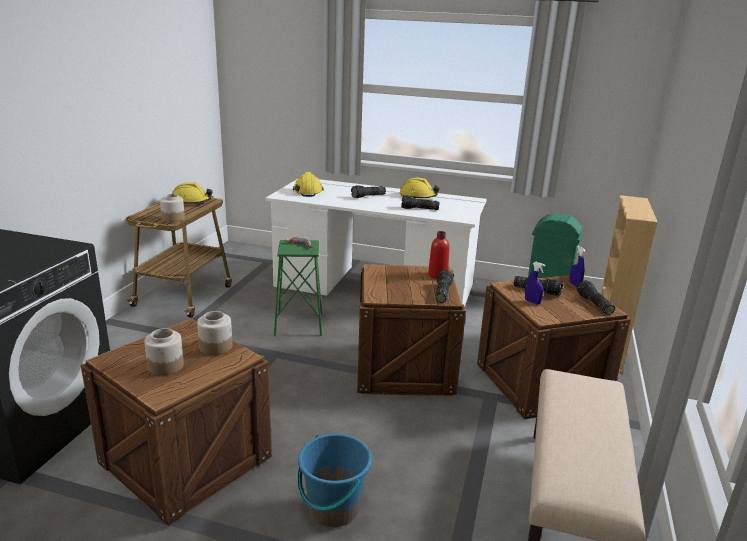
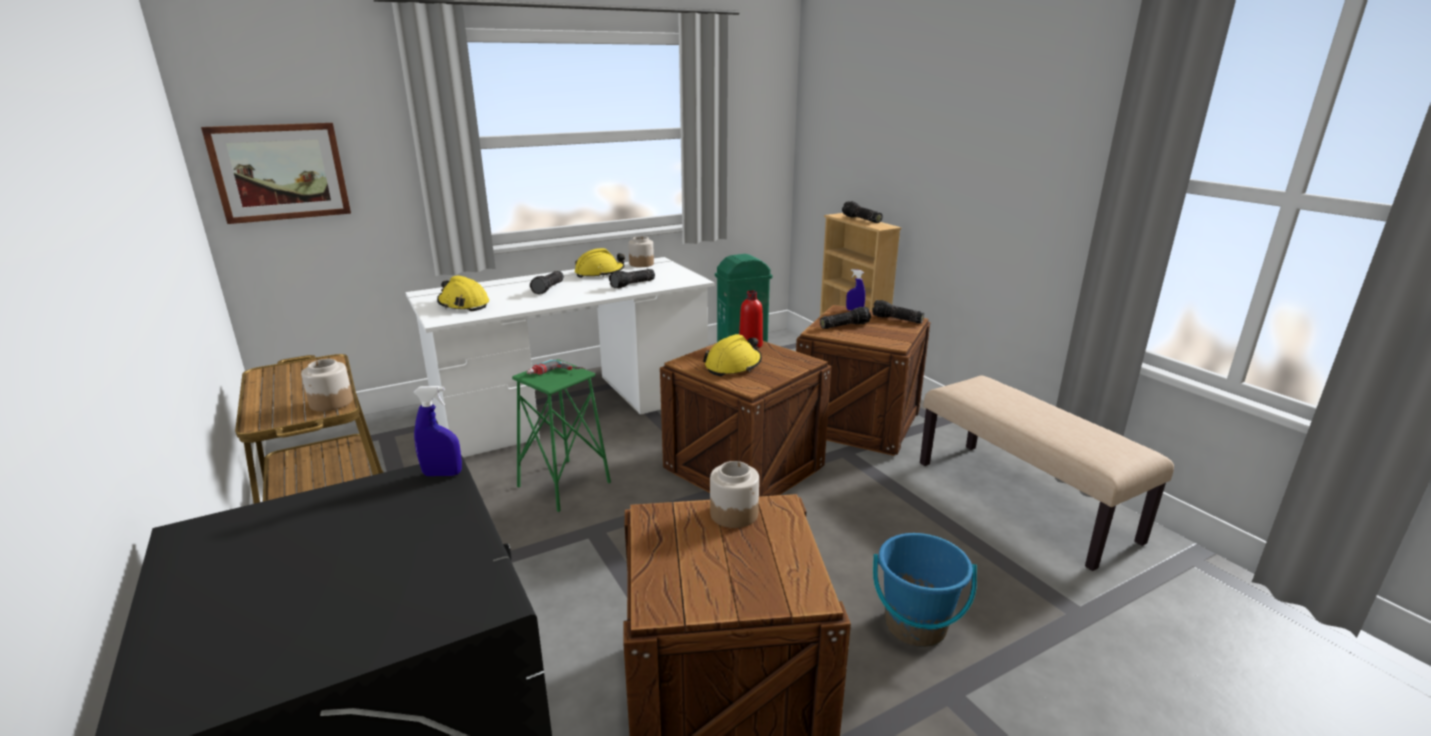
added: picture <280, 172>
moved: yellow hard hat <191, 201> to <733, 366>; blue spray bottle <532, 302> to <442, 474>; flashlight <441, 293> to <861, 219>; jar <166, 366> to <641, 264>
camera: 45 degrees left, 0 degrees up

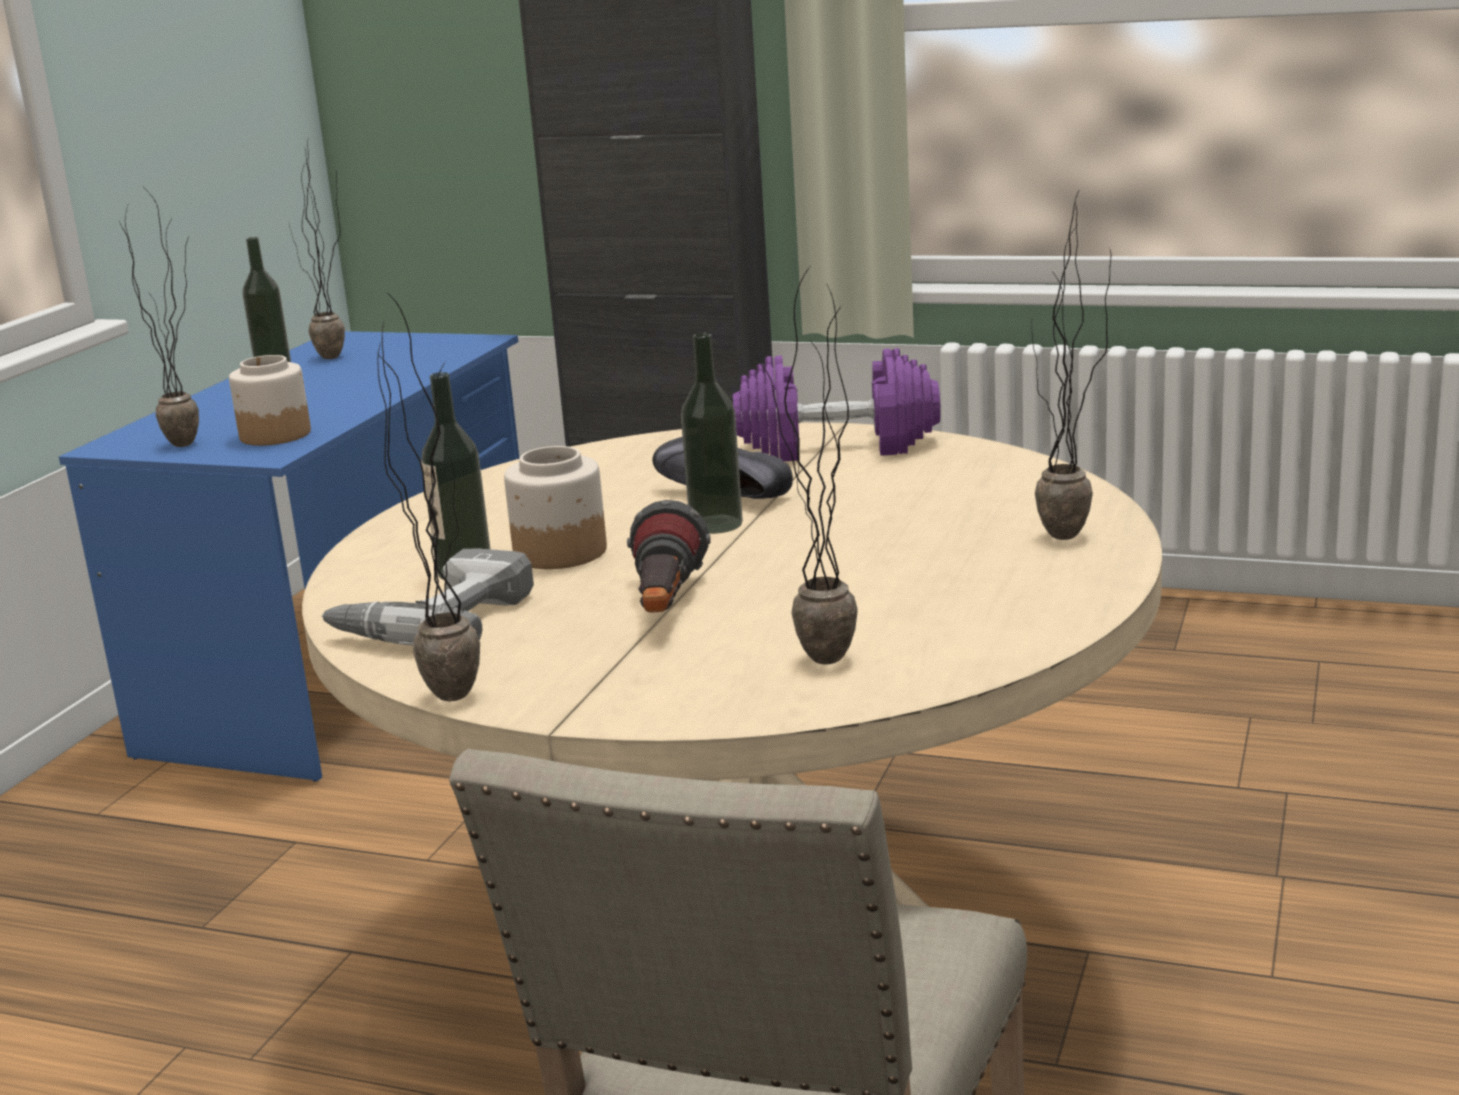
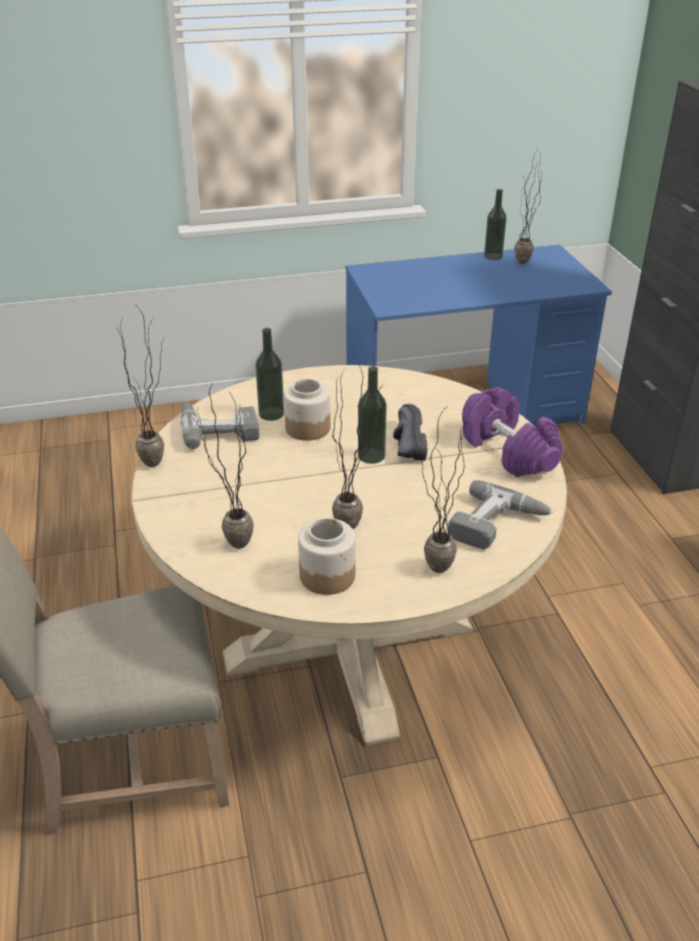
removed: flashlight <666, 607>
added: power drill <497, 526>
moved: potted plant <194, 441> to <357, 528>; jar <275, 435> to <327, 575>
camera: 55 degrees right, 15 degrees up

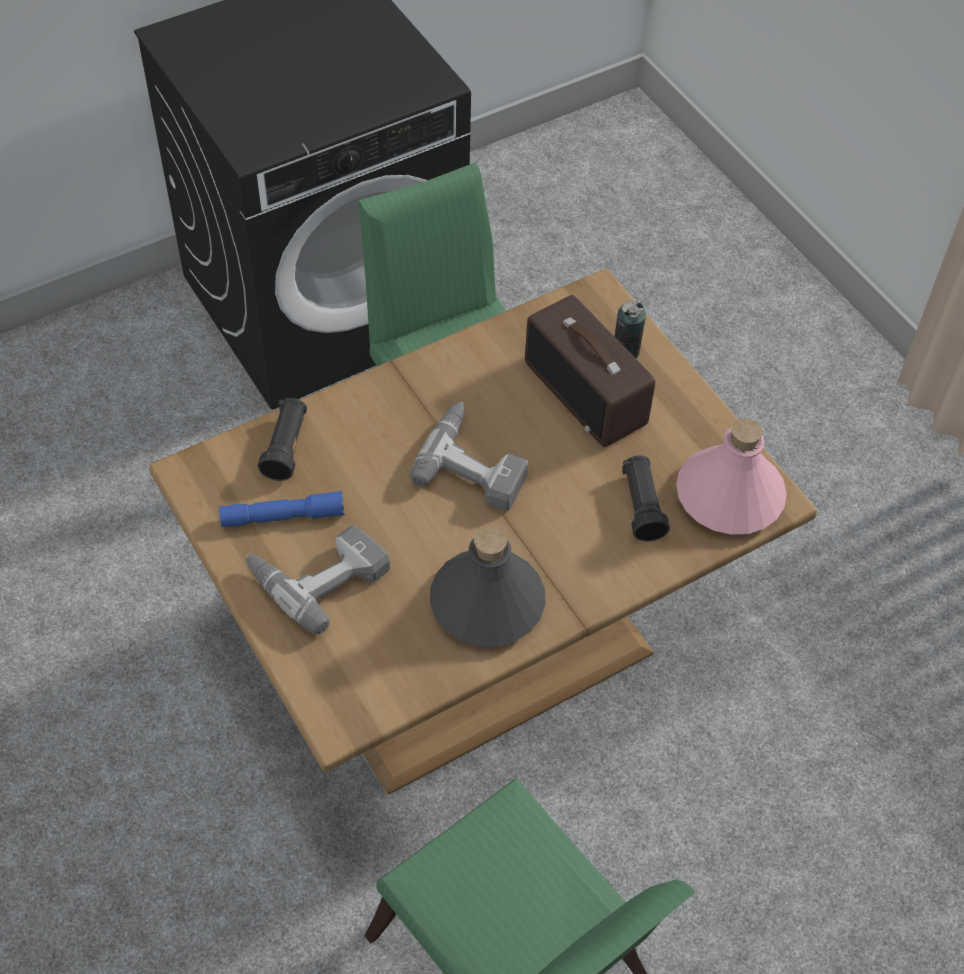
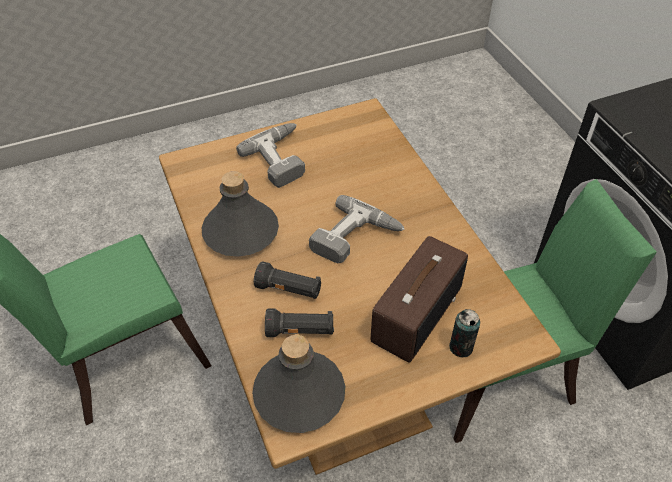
removed: blue flashlight <283, 517>
moved: black flashlight <286, 447> to <289, 290>
recoloured: pink bottle <730, 496> to grey bottle <298, 395>
turned: radio <587, 393> = <416, 313> 150 degrees clockwise
camera: 100 degrees right, 5 degrees down

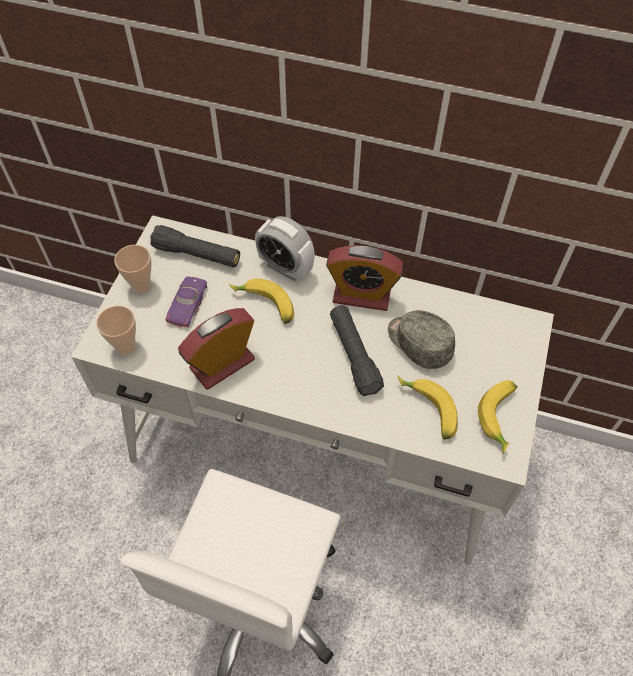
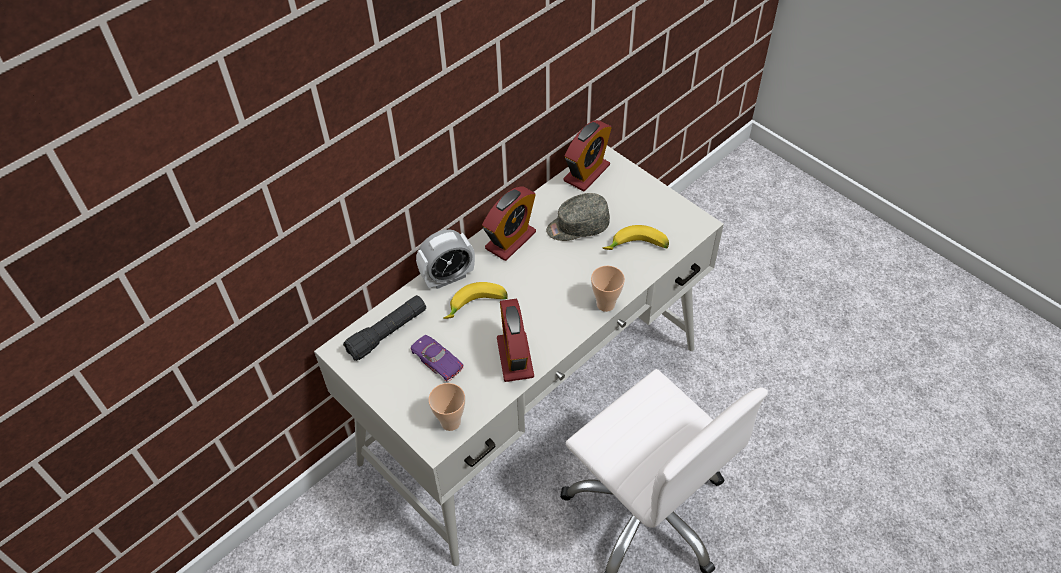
removed: black flashlight <354, 355>; banana <501, 418>
added: alarm clock <586, 173>
moved: cup <141, 285> to <605, 304>
camera: 60 degrees left, 5 degrees down

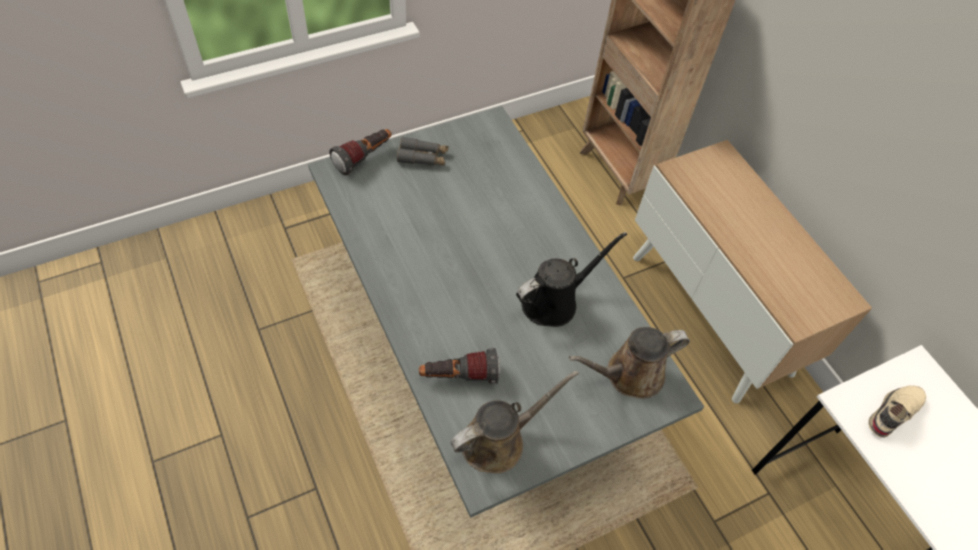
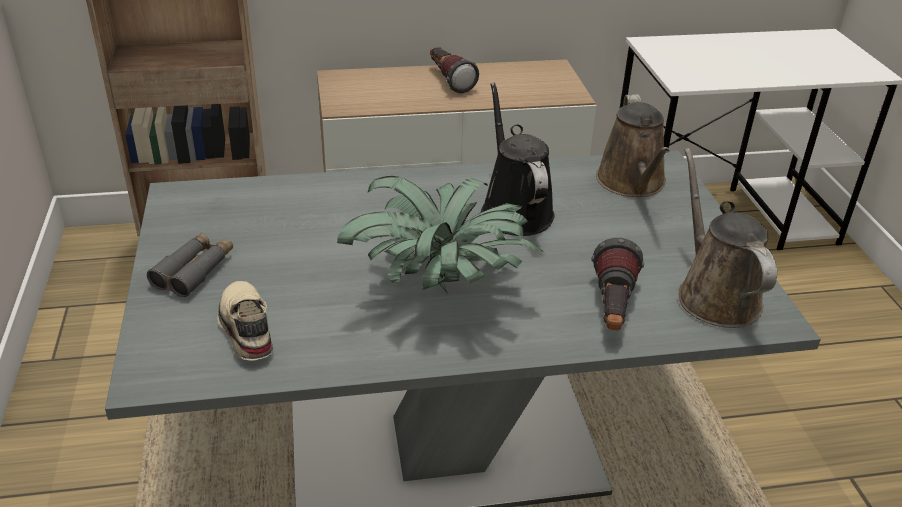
added: potted plant <442, 286>
moved: flashlight <364, 158> to <448, 80>; beige shoe <892, 412> to <245, 329>
camera: 70 degrees left, 20 degrees down

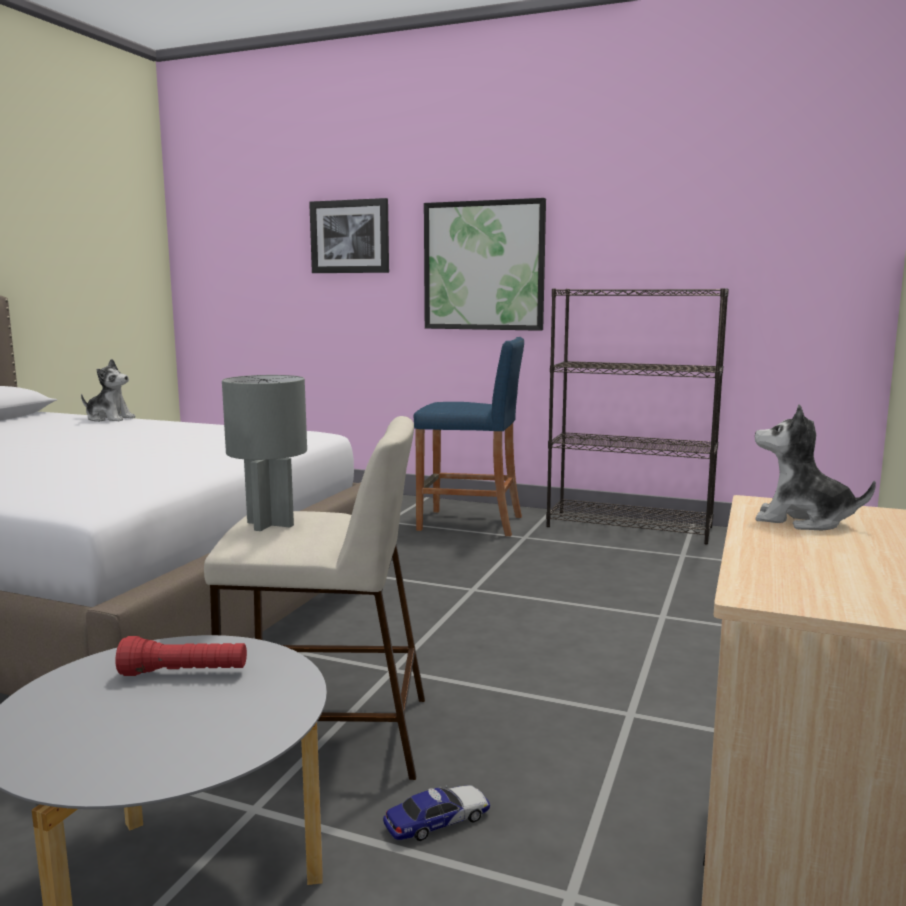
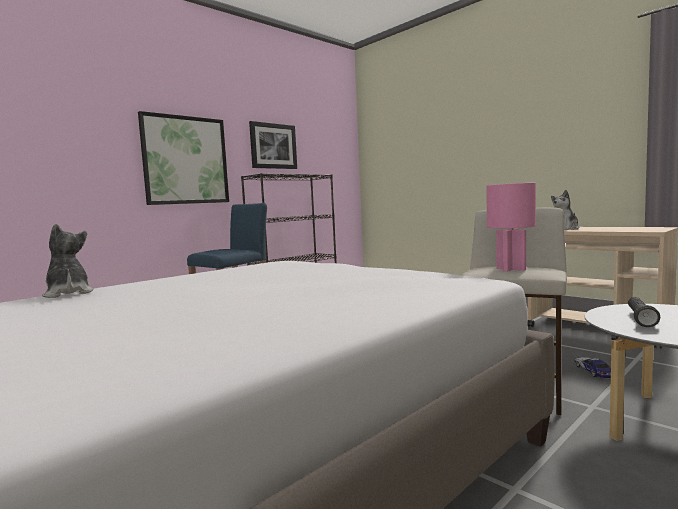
moved: picture <350, 236> to <273, 146>
recoloured: grey table lamp <269, 524> to pink table lamp <511, 269>; red flashlight <184, 673> to black flashlight <640, 319>
turned: plush toy <109, 419> = <68, 293> 75 degrees counterclockwise
camera: 65 degrees left, 5 degrees down

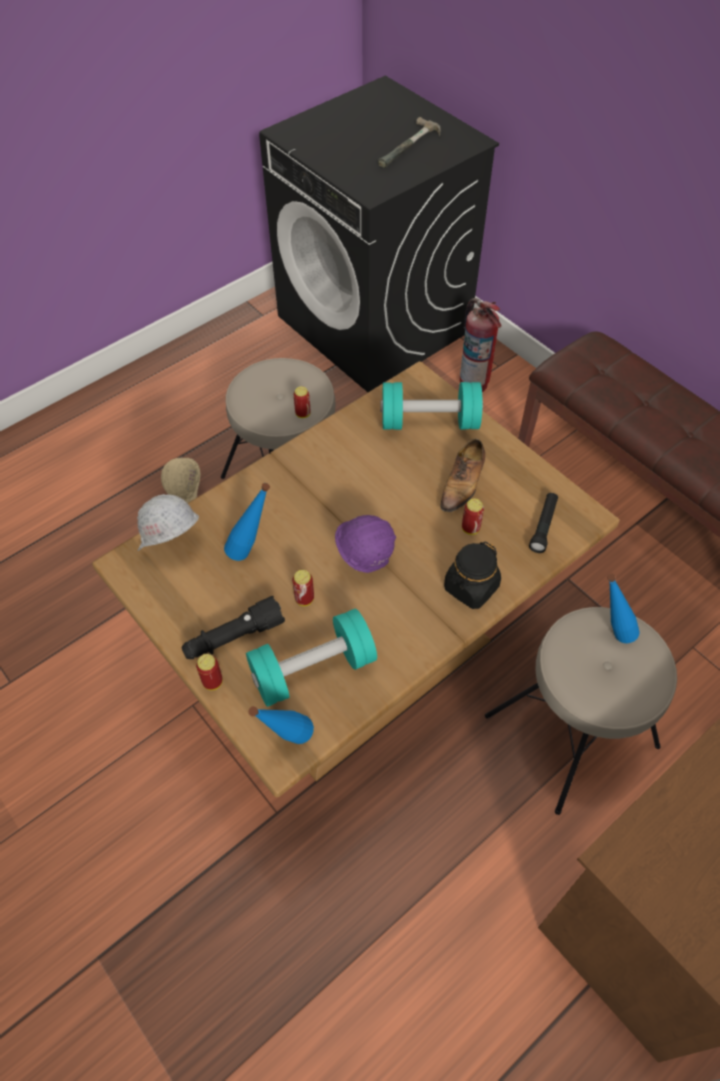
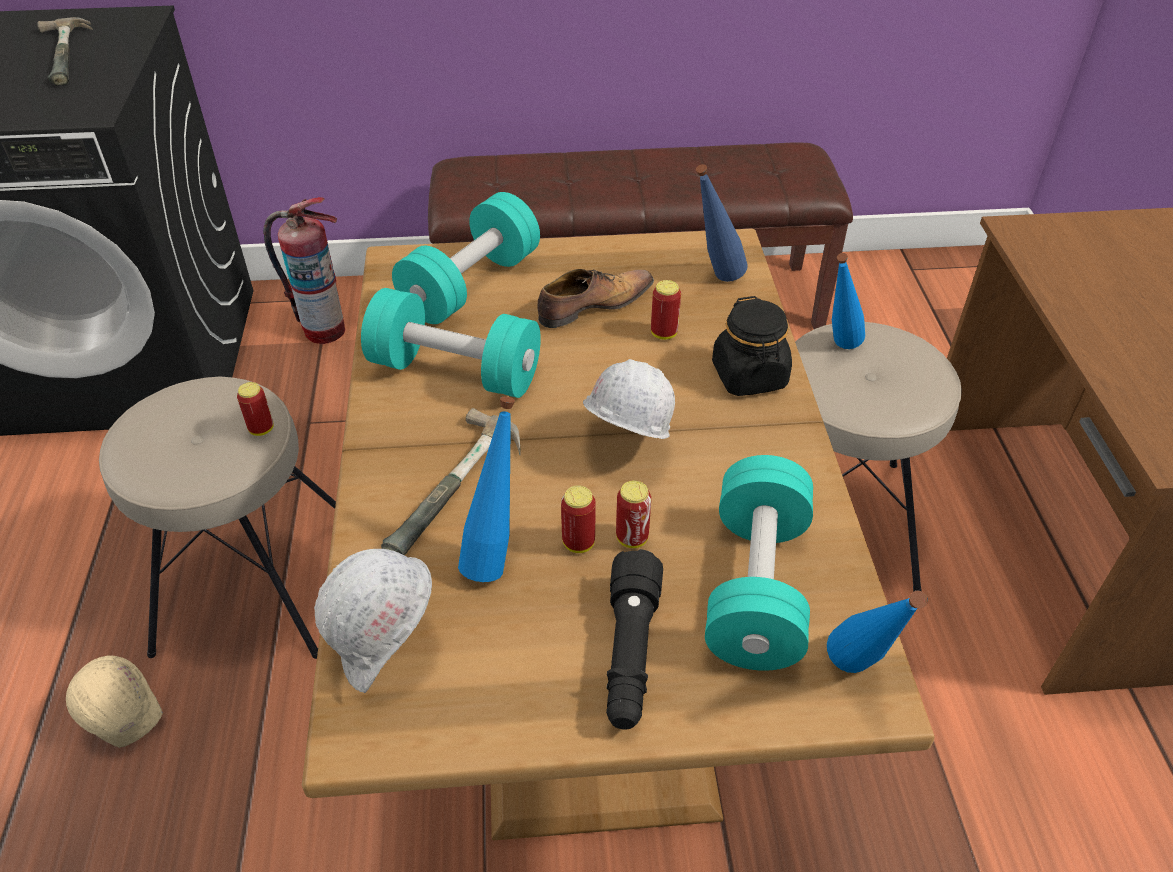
added: turquoise dumbbell <455, 371>; hammer <460, 491>
moved: can <212, 682> to <578, 543>
replaced: black flashlight <543, 526> to blue bottle <714, 280>
recoloured: purple hard hat <364, 560> to white hard hat <623, 446>
turned: shoe <463, 483> = <592, 306> 90 degrees counterclockwise
camera: 55 degrees left, 10 degrees down

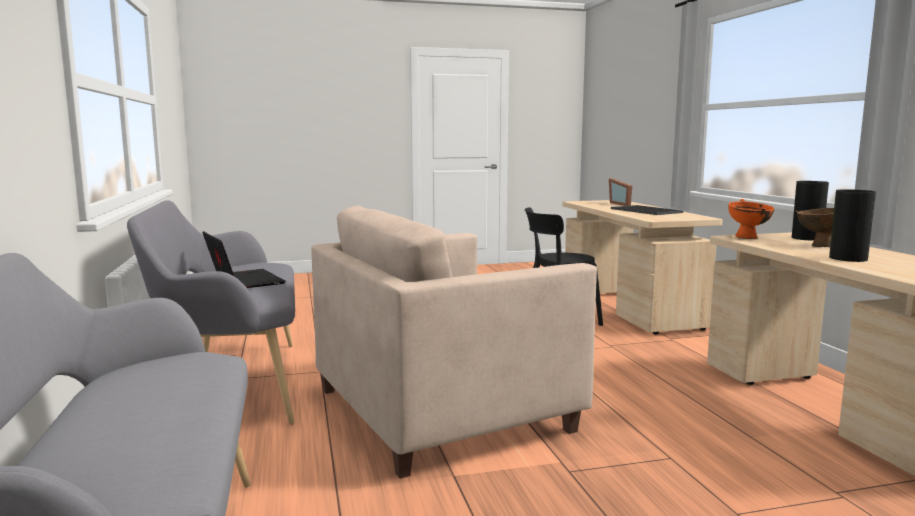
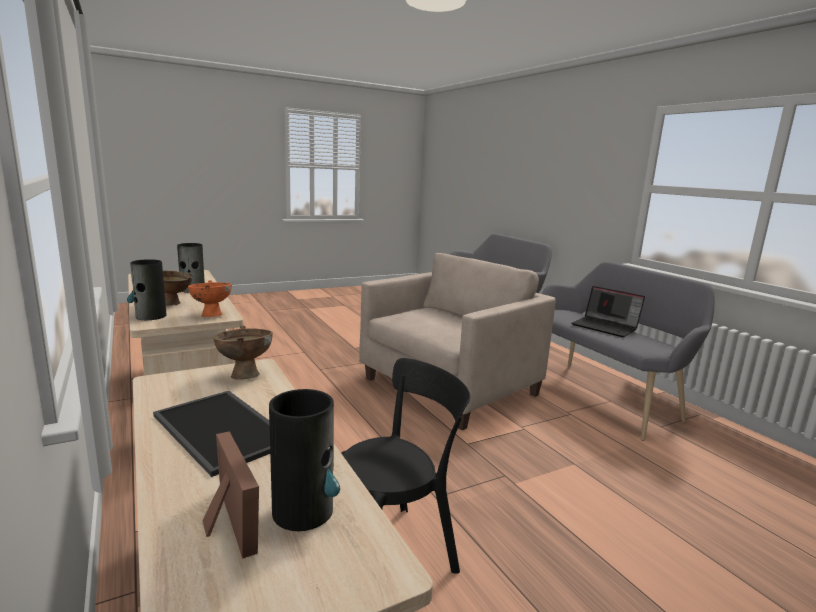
added: brown bowl <245, 374>; vase <304, 510>
camera: 165 degrees right, 5 degrees up

